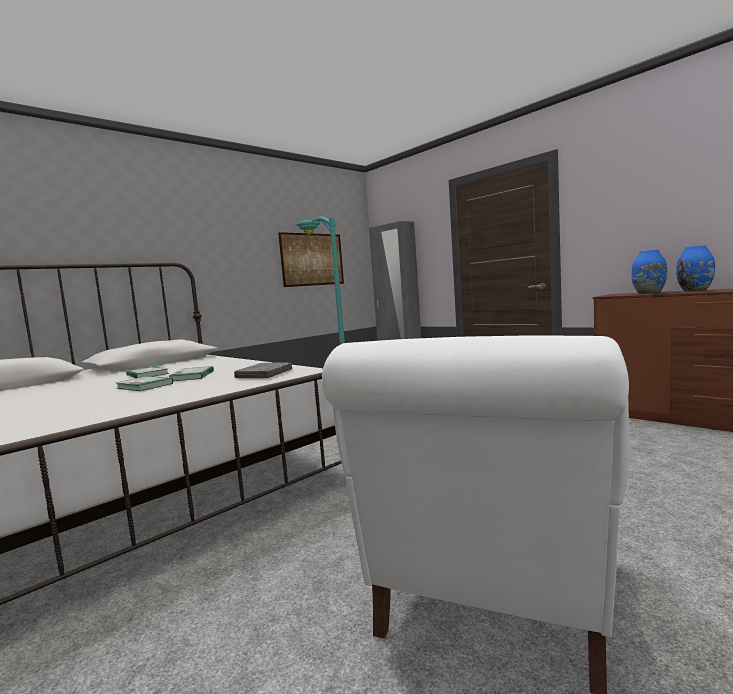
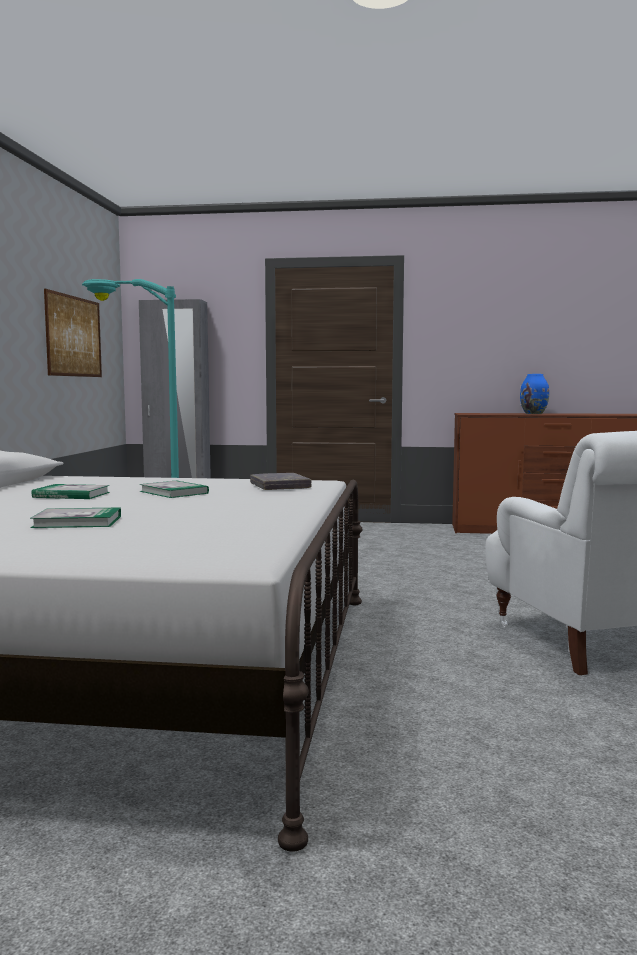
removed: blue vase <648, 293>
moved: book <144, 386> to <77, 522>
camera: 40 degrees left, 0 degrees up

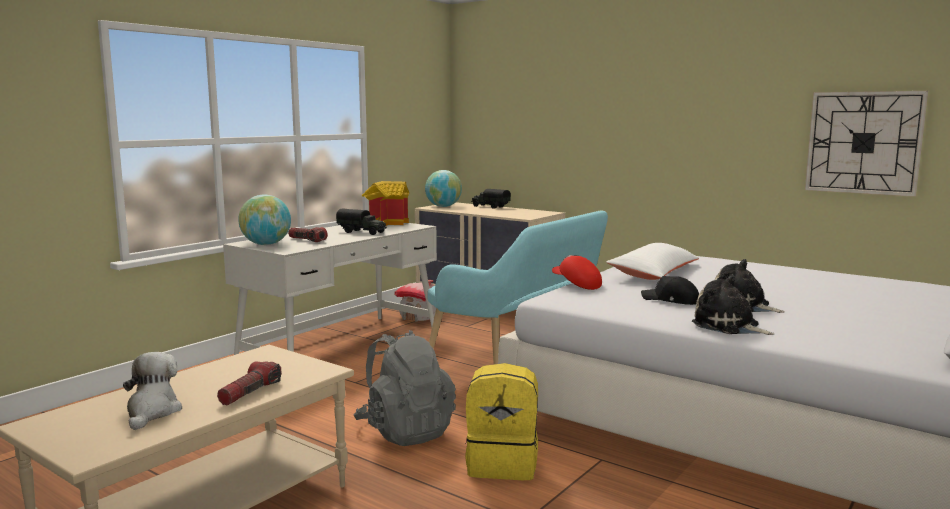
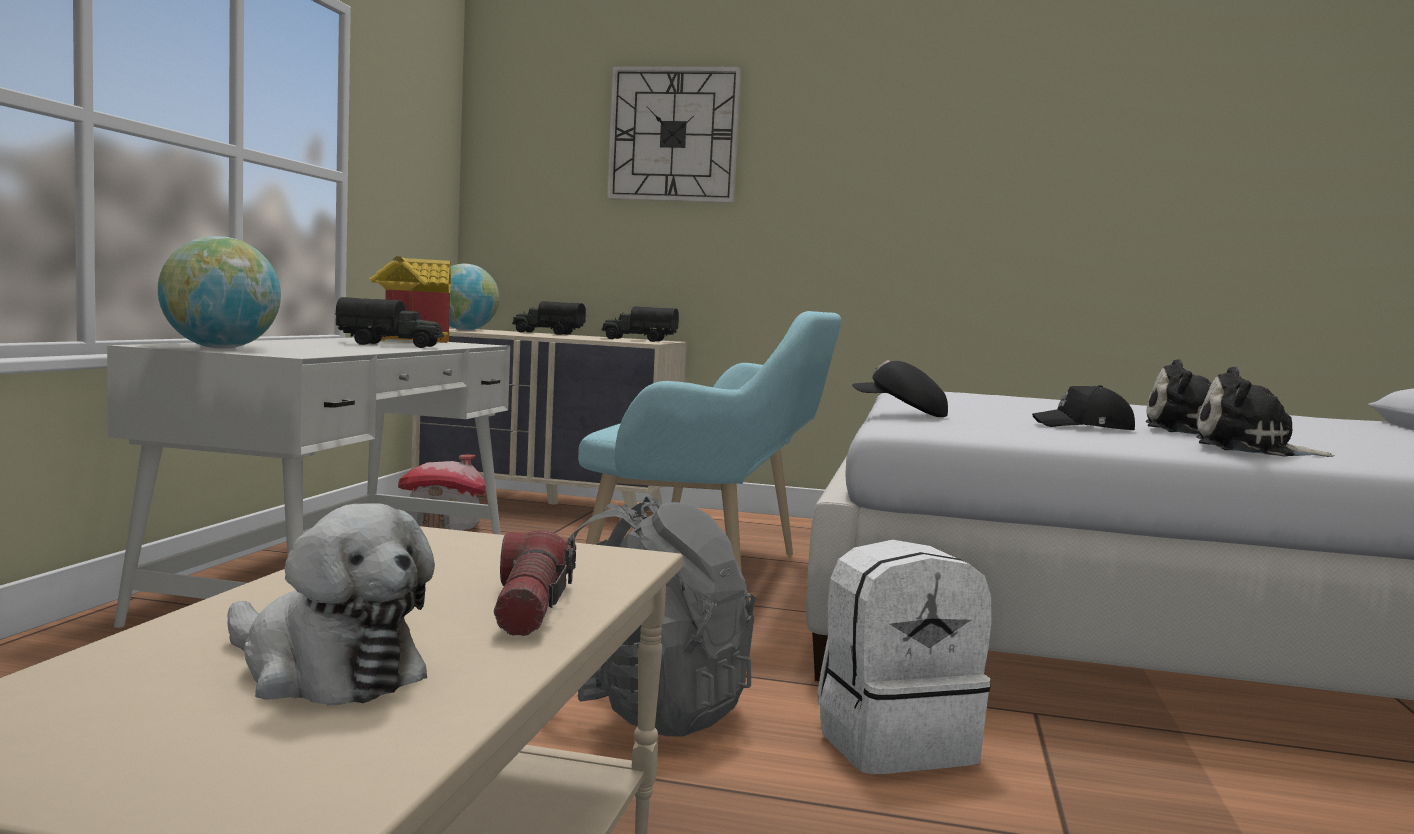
removed: flashlight <307, 240>; white pillow <654, 273>
added: toy truck <638, 340>
moved: wall clock <863, 142> to <673, 134>
recoloured: red cap <576, 285> to black cap <900, 413>; yellow backpack <503, 464> to white backpack <894, 743>
turned: plush toy <152, 412> = <324, 671> 150 degrees clockwise
camera: 25 degrees left, 5 degrees down

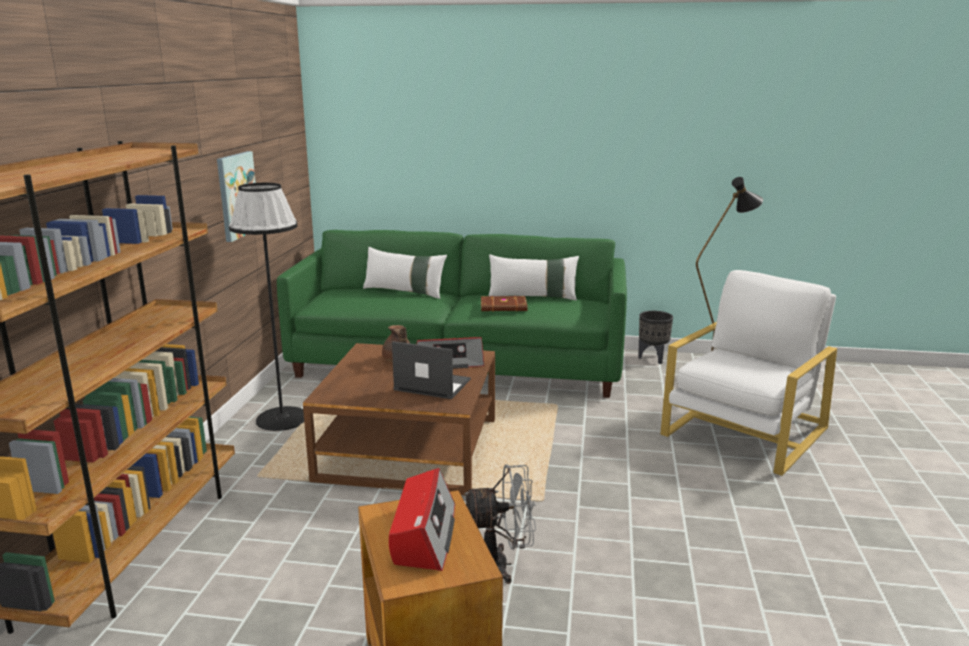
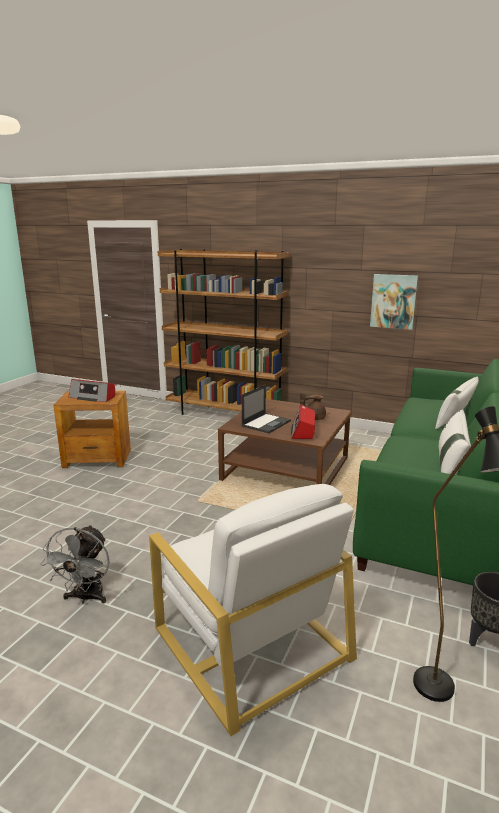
removed: black floor lamp <282, 418>; brown book <504, 307>
moved: grey fan <500, 565> to <86, 597>
camera: 105 degrees right, 0 degrees up

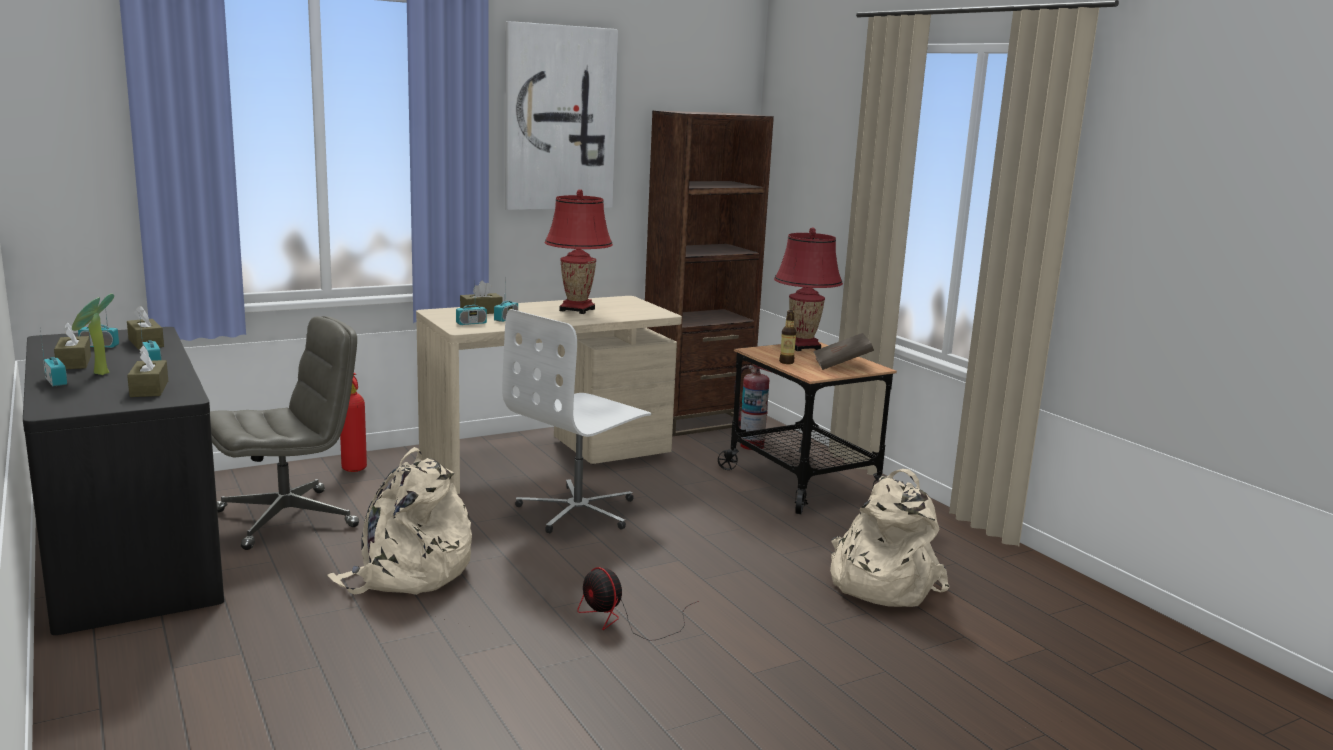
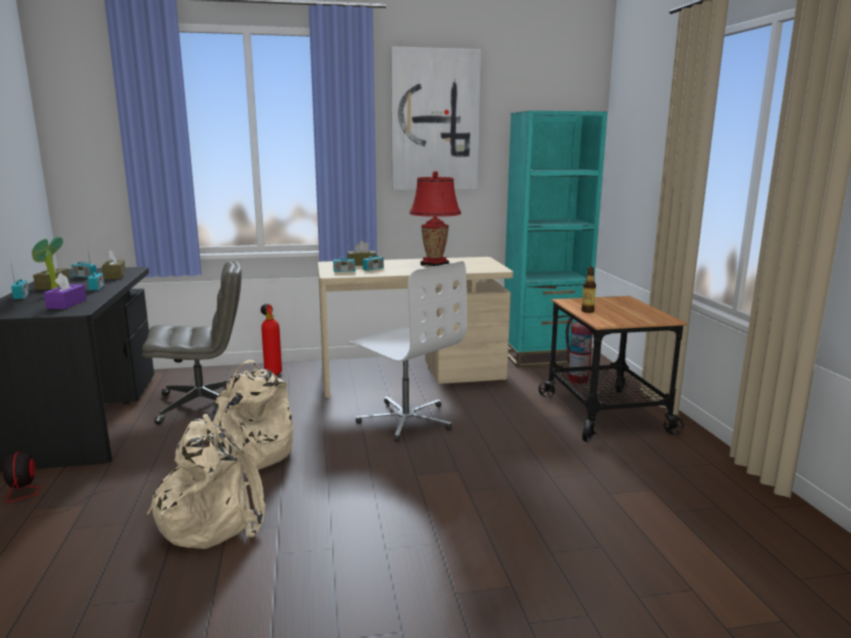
removed: red table lamp <803, 347>; brown book <841, 365>
moved: beige backpack <879, 583> to <212, 518>; fan <625, 620> to <36, 497>
recoloured: brown bookcase <696, 421> to turquoise bookcase <543, 357>; brown tissue box <149, 389> to purple tissue box <67, 304>
turned: white office chair <578, 511> = <406, 420> 105 degrees counterclockwise
camera: 20 degrees right, 0 degrees up

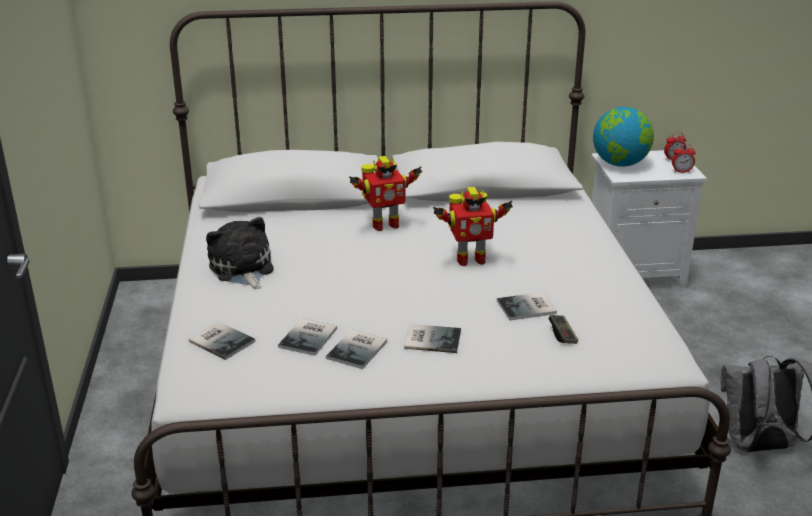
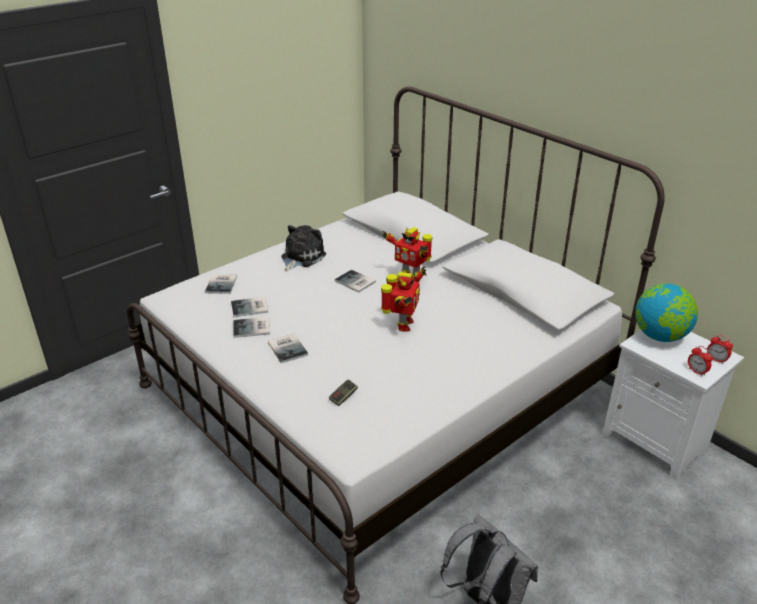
moved: book <528, 308> to <355, 282>
turned: toy robot <469, 260> = <403, 325> 120 degrees counterclockwise
camera: 55 degrees right, 5 degrees up

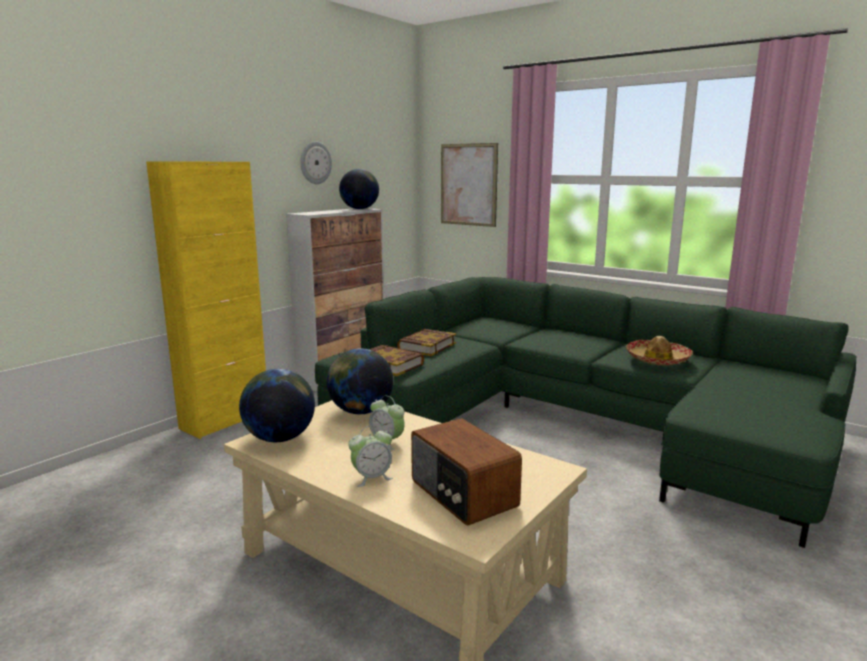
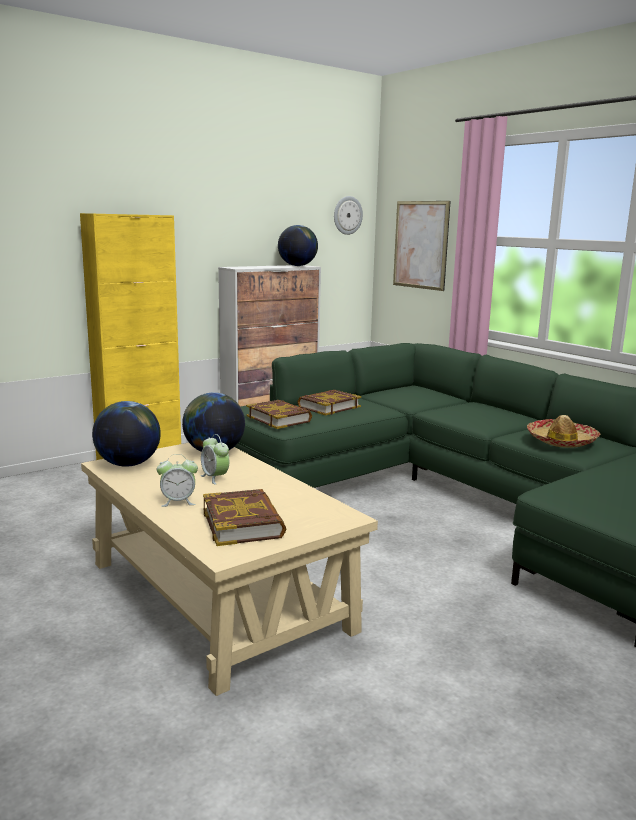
moved: wall clock <315, 163> to <347, 215>
replaced: radio <462, 494> to book <243, 523>
camera: 15 degrees right, 0 degrees up

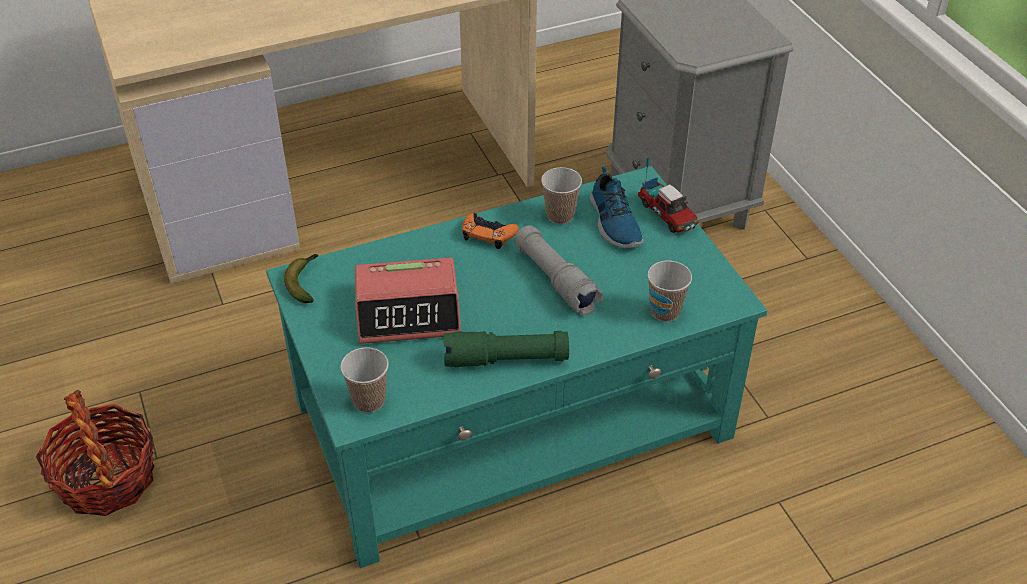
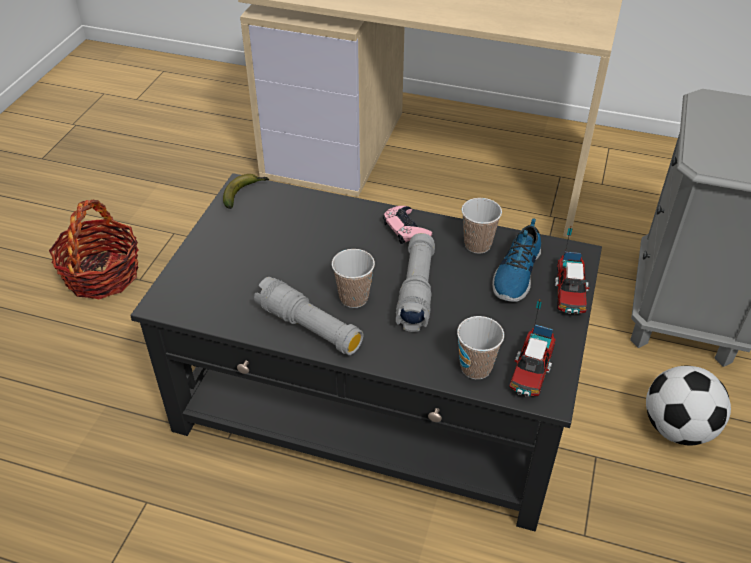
removed: alarm clock <409, 312>
added: toy truck <531, 370>; football <677, 428>
moved: cup <369, 401> to <354, 298>
recoloured: turquoise coffee table <515, 419> to black coffee table <377, 400>; orange game controller <488, 234> to pink game controller <406, 229>; green flashlight <506, 359> to grey flashlight <309, 327>
camera: 40 degrees right, 0 degrees up

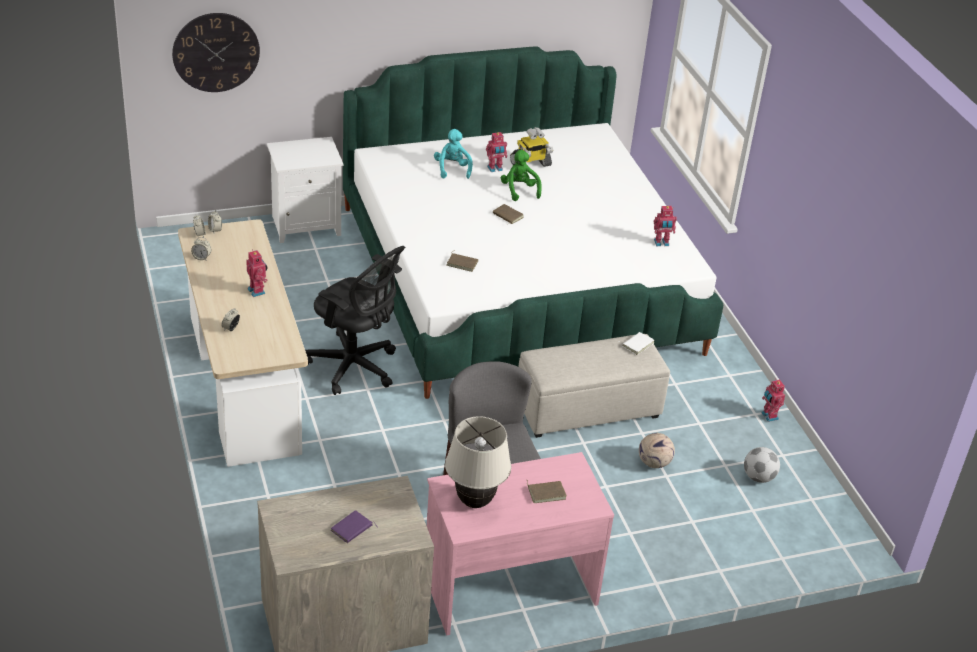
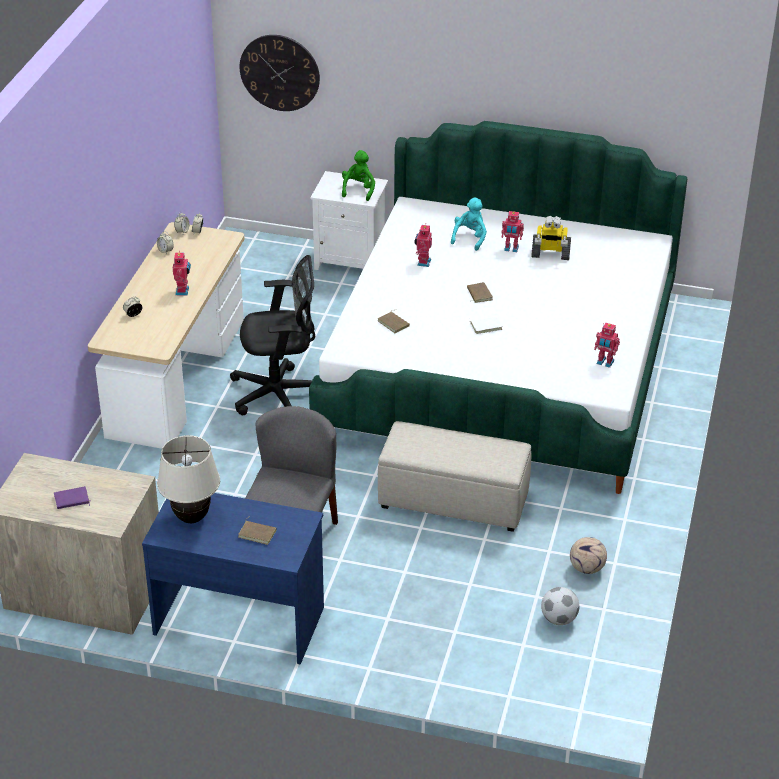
moved: green plush toy <519, 190> to <358, 190>; white book <637, 344> to <486, 326>; toy robot <768, 416> to <422, 262>; football <653, 463> to <586, 568>
recoloured: pink desk <509, 587> to blue desk <239, 619>
turned: black office chair <354, 367> = <280, 394> 75 degrees counterclockwise
camera: 35 degrees right, 0 degrees up

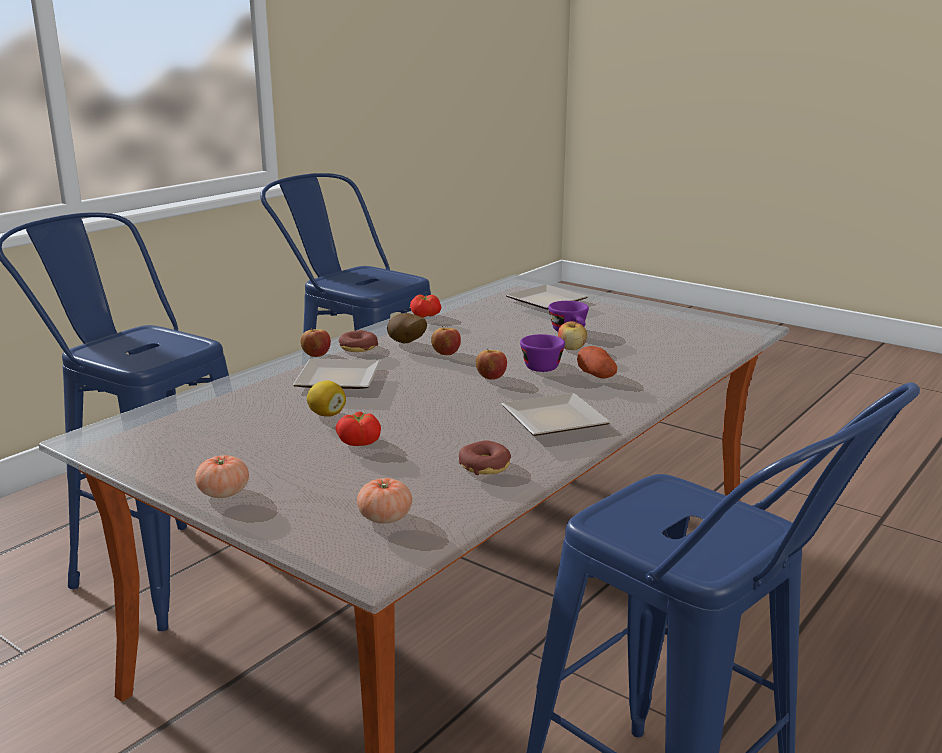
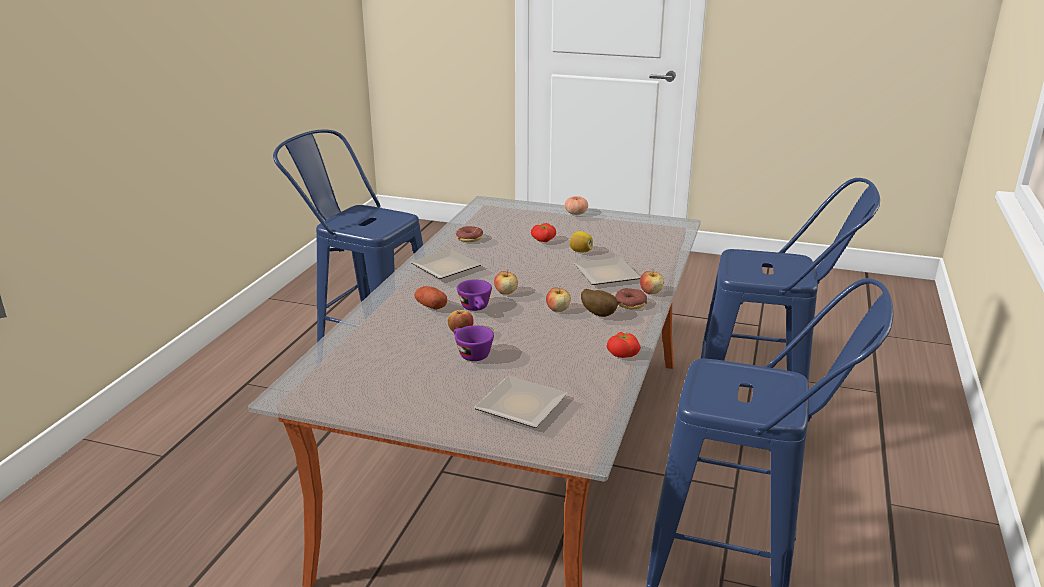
removed: tomato <385, 518>
camera: 160 degrees right, 5 degrees up

